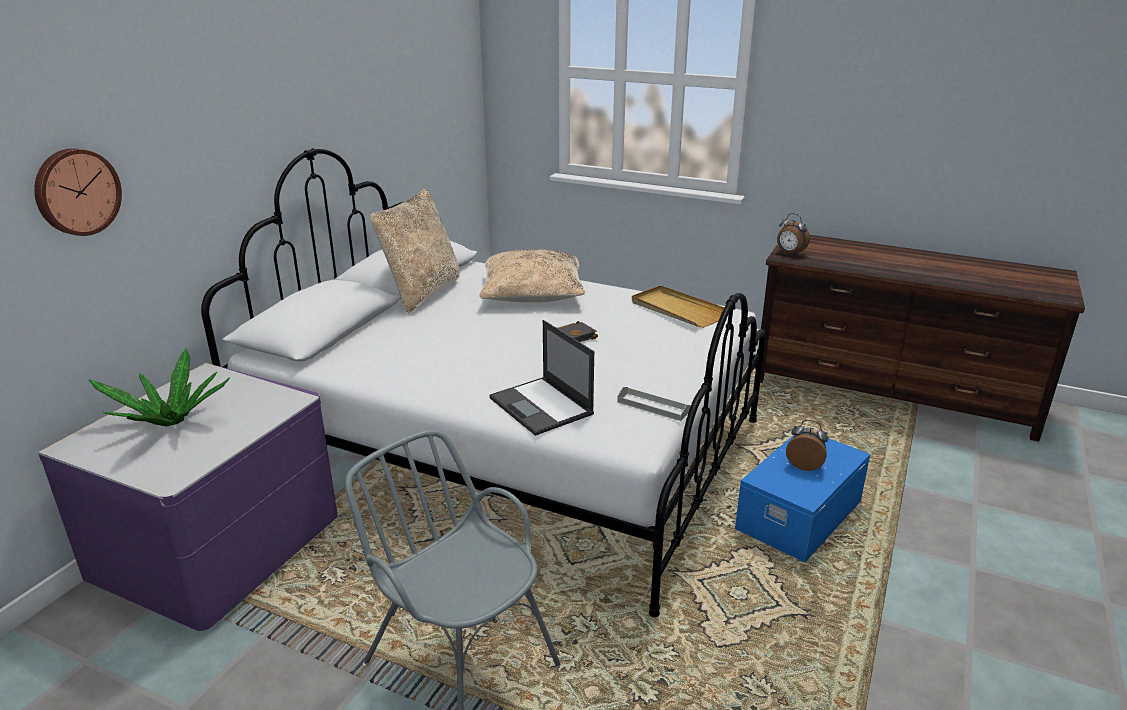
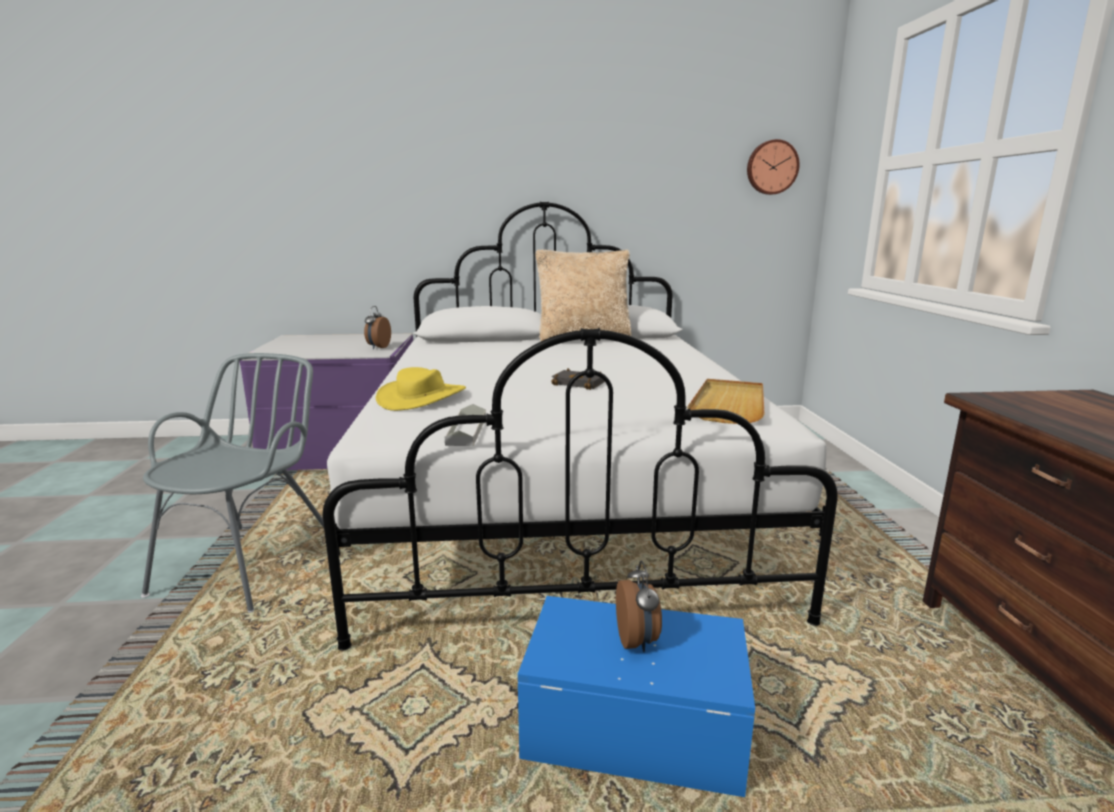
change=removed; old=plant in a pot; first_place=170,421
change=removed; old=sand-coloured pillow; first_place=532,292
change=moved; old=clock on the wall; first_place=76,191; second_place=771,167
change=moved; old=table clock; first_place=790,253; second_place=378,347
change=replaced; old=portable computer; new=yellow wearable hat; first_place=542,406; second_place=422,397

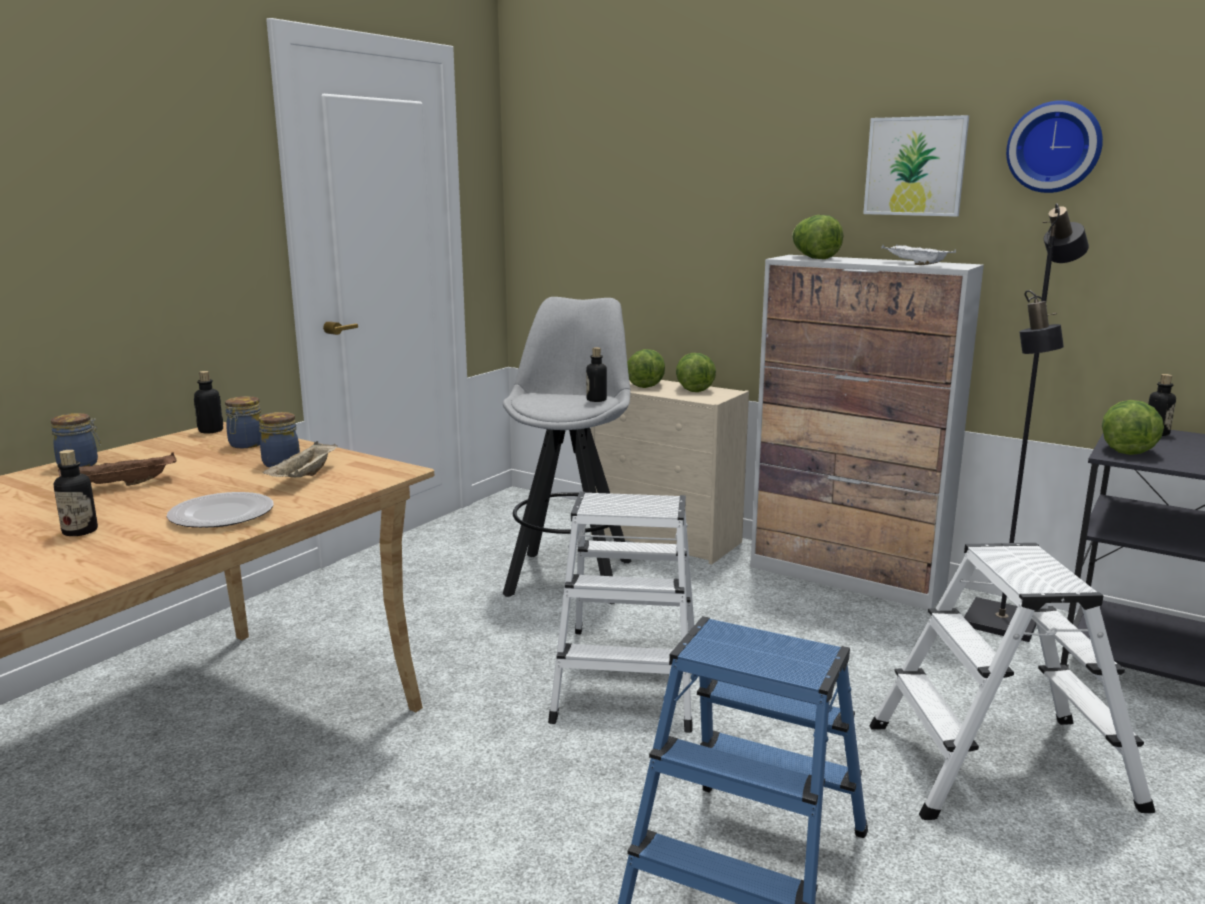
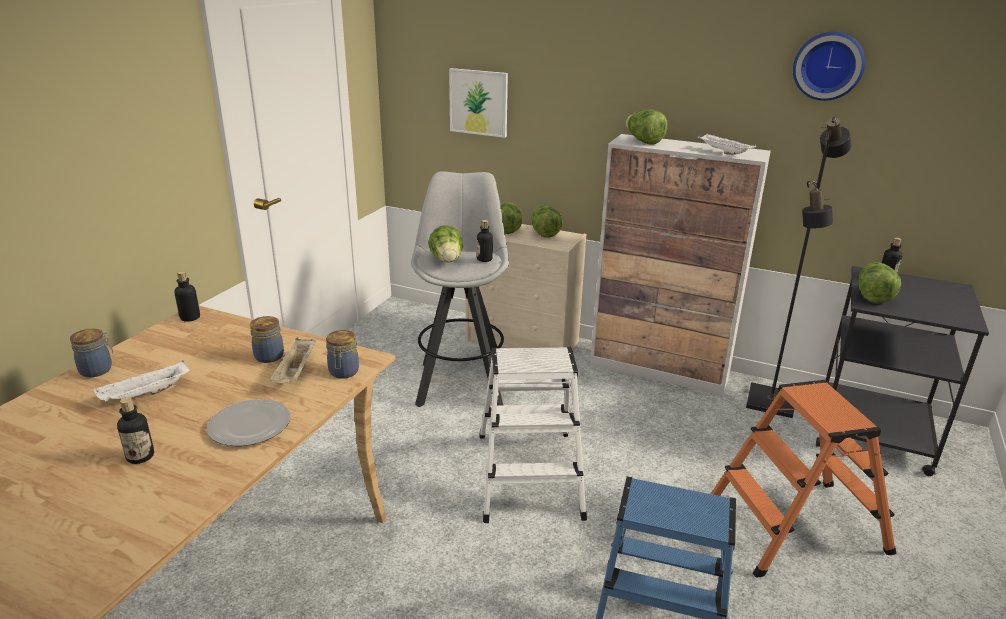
change=added; new=lettuce head; second_place=447,261
change=moved; old=storage jar; first_place=245,445; second_place=343,372
change=moved; old=wall picture; first_place=915,166; second_place=478,102
change=recoloured; old=brown serving tray; new=white serving tray; first_place=120,485; second_place=146,394
change=recoloured; old=white step stool; new=orangey step stool; first_place=1002,766; second_place=796,526

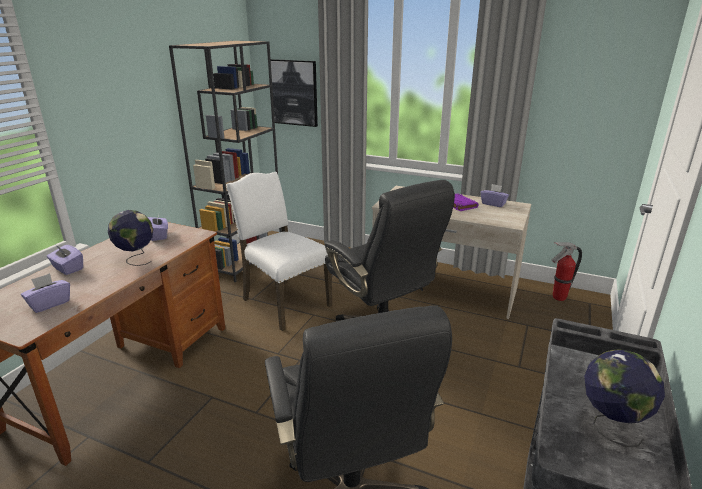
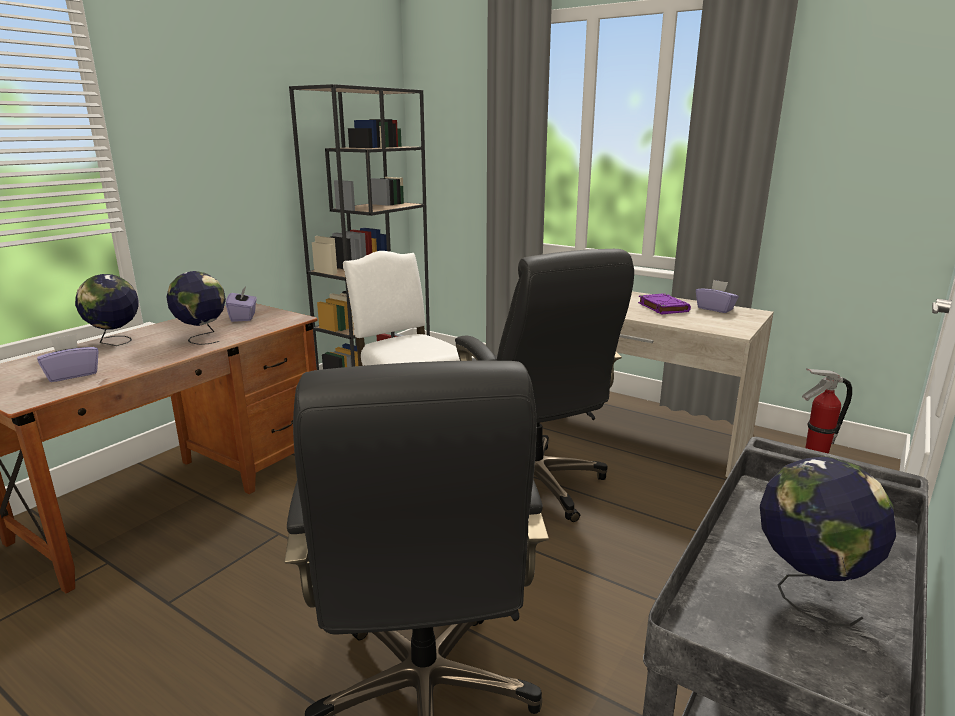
change=removed; old=wall picture; first_place=294,92
change=replaced; old=purplish tissue box; new=desk globe; first_place=67,268; second_place=115,342

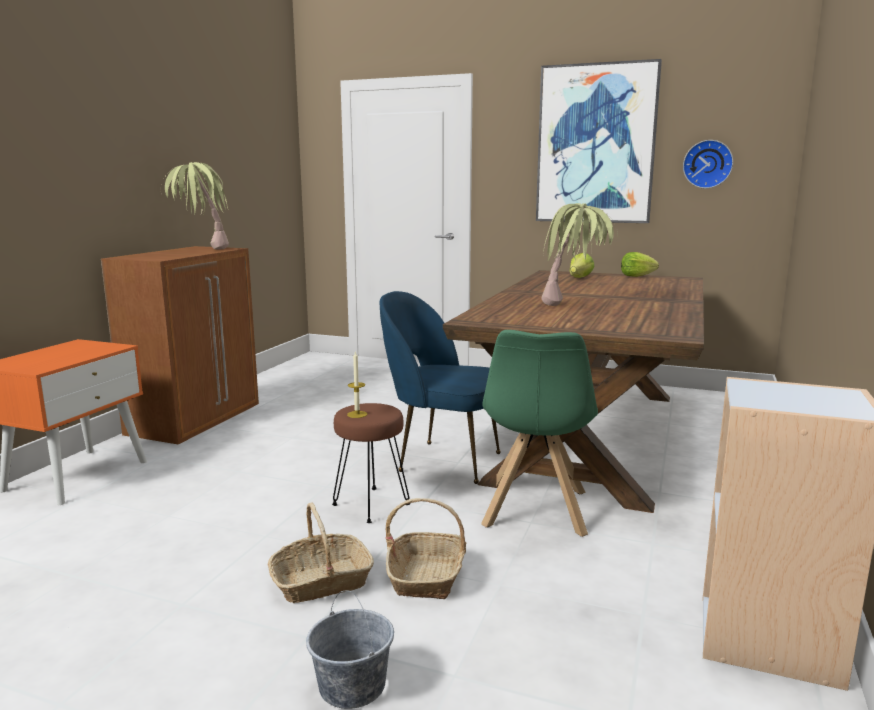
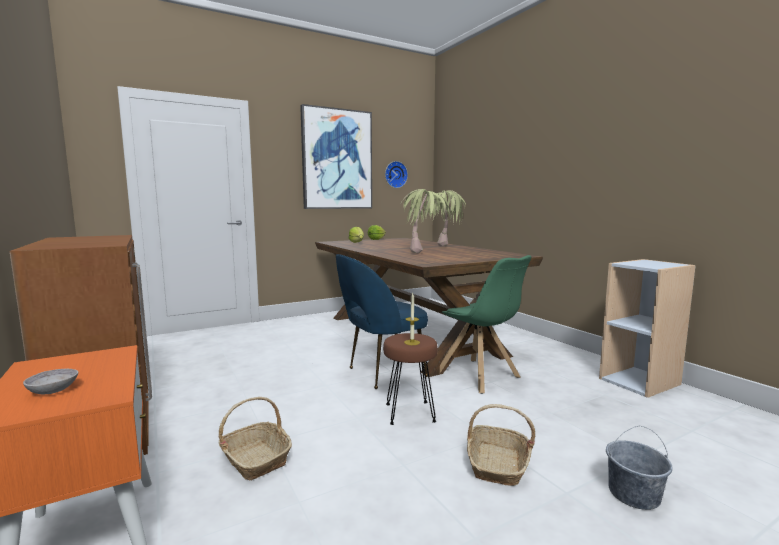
change=added; new=grey bowl; second_place=53,391
change=moved; old=plant in a pot; first_place=201,251; second_place=444,247
change=moved; old=household basket; first_place=427,575; second_place=255,459

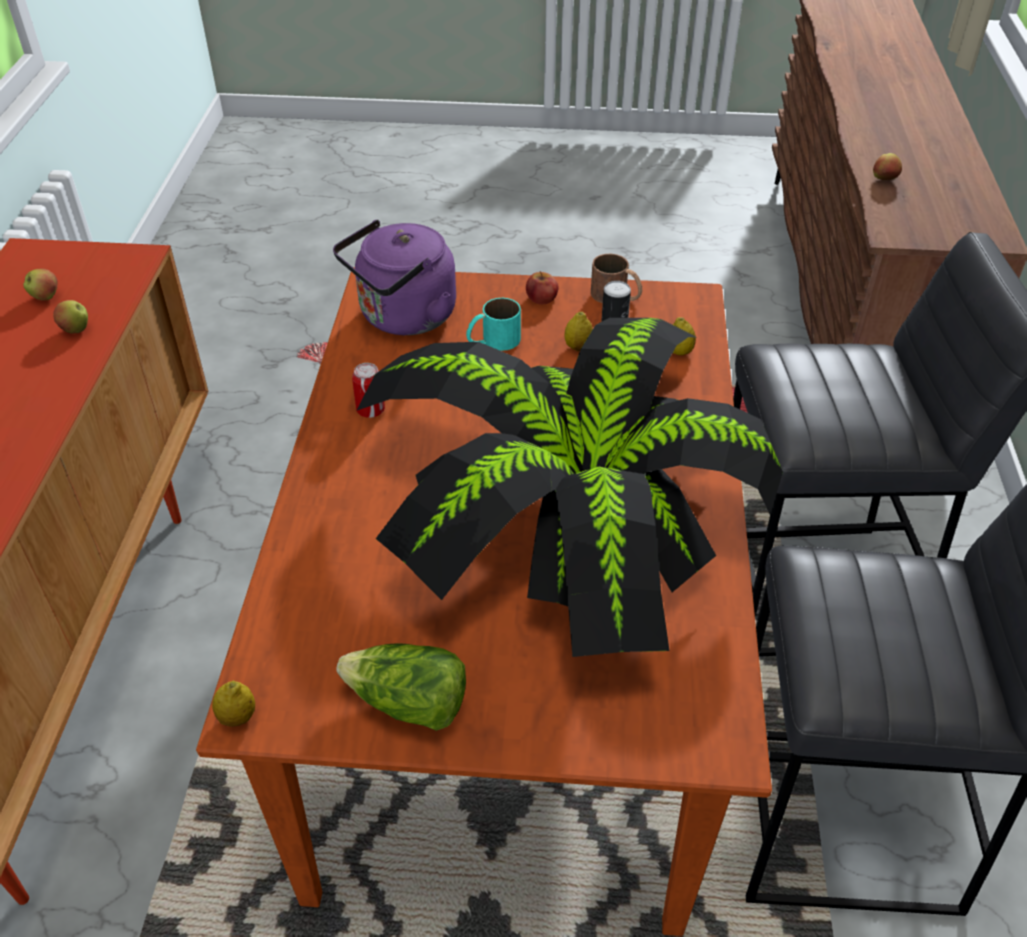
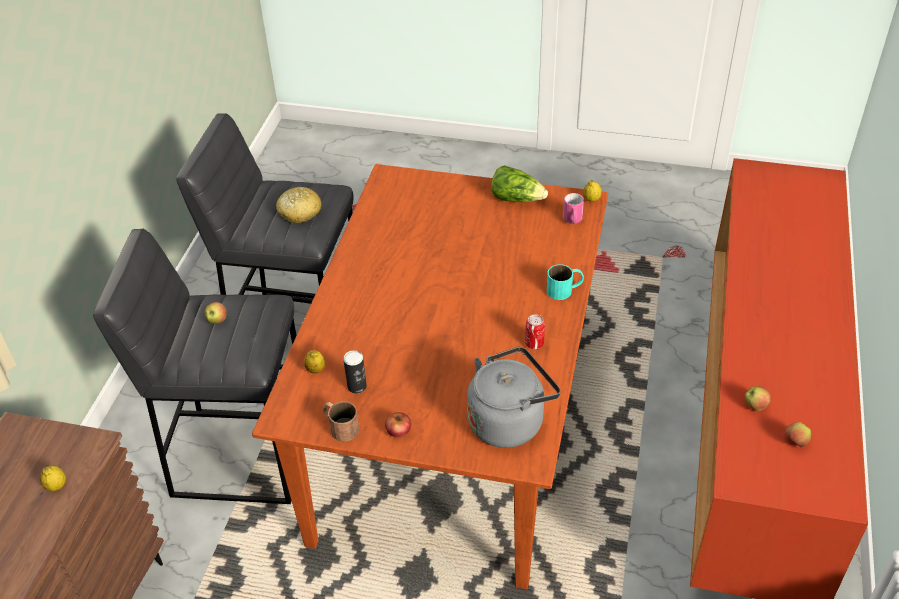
change=removed; old=plant in a pot; first_place=571,506
change=added; new=bakery bread; second_place=299,212
change=added; new=pink mug; second_place=573,221
change=moved; old=turquoise mug; first_place=493,341; second_place=565,289
change=moved; old=lemon; first_place=578,347; second_place=57,486
change=moved; old=apple fruit; first_place=884,180; second_place=217,321
change=recoloured; old=purplish kettle; new=grey kettle; first_place=403,318; second_place=509,420

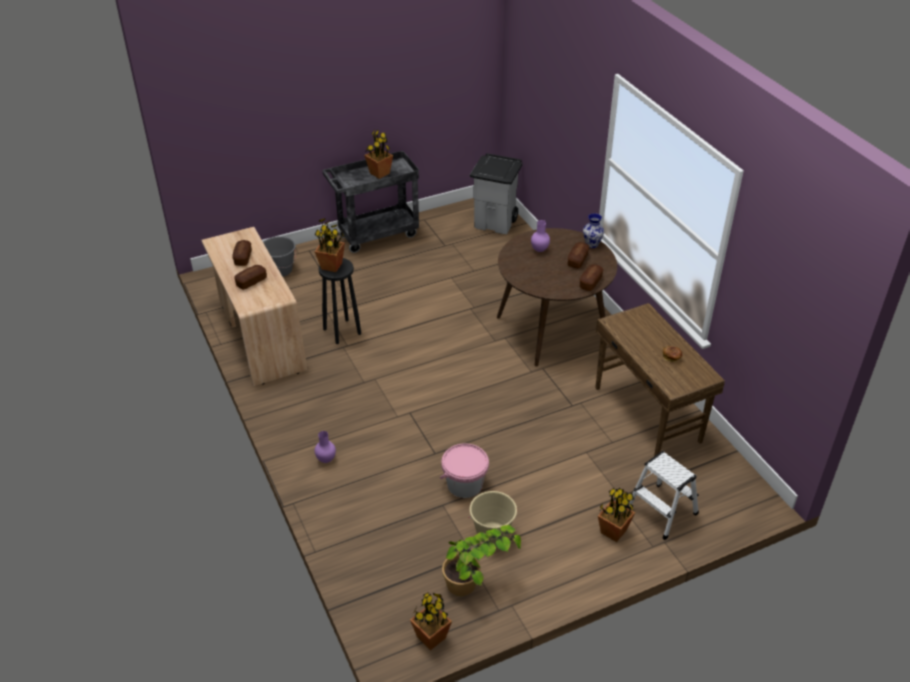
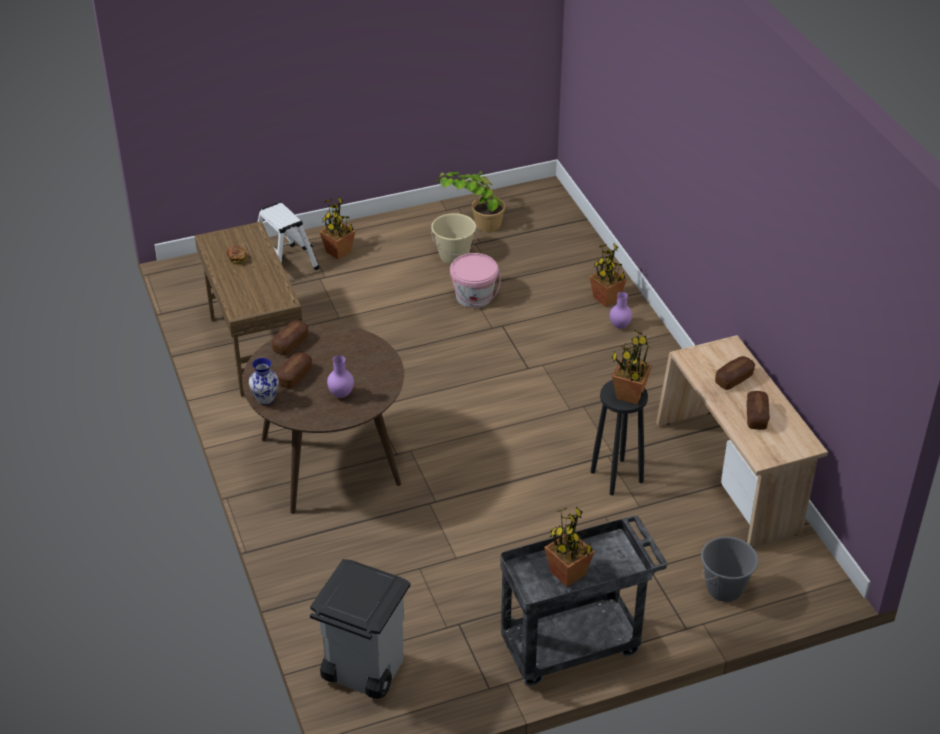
change=moved; old=plant in a pot; first_place=431,637; second_place=606,299

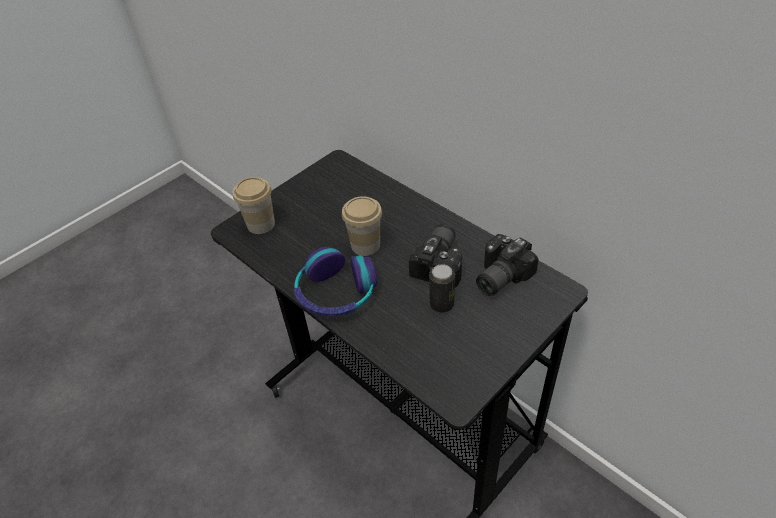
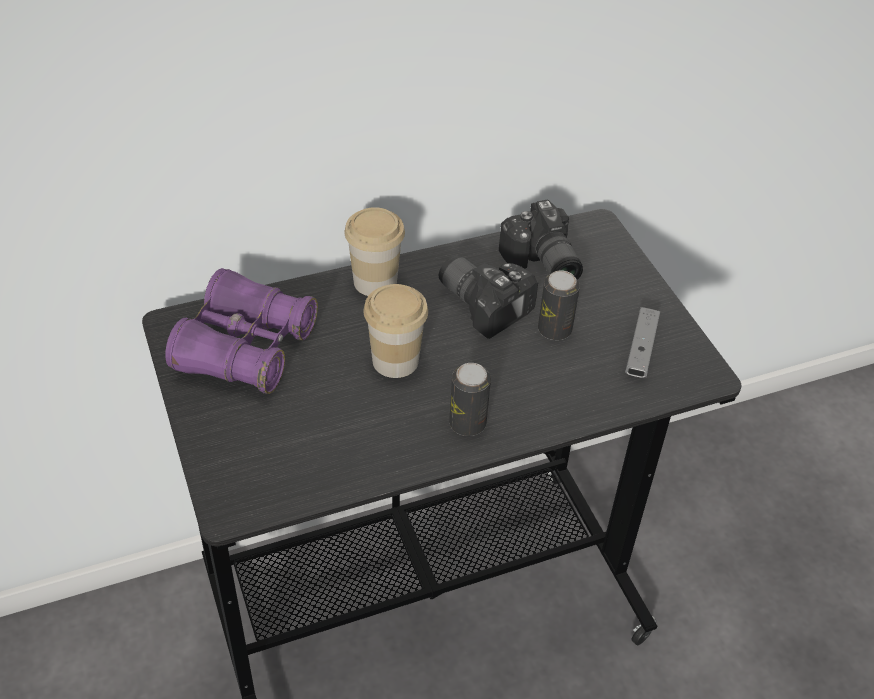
change=added; new=purplish binoculars; second_place=245,349
change=added; new=grey joypad; second_place=641,350
change=moved; old=drinking cup; first_place=261,224; second_place=375,282
change=replaced; old=headset; new=can; first_place=336,293; second_place=467,423

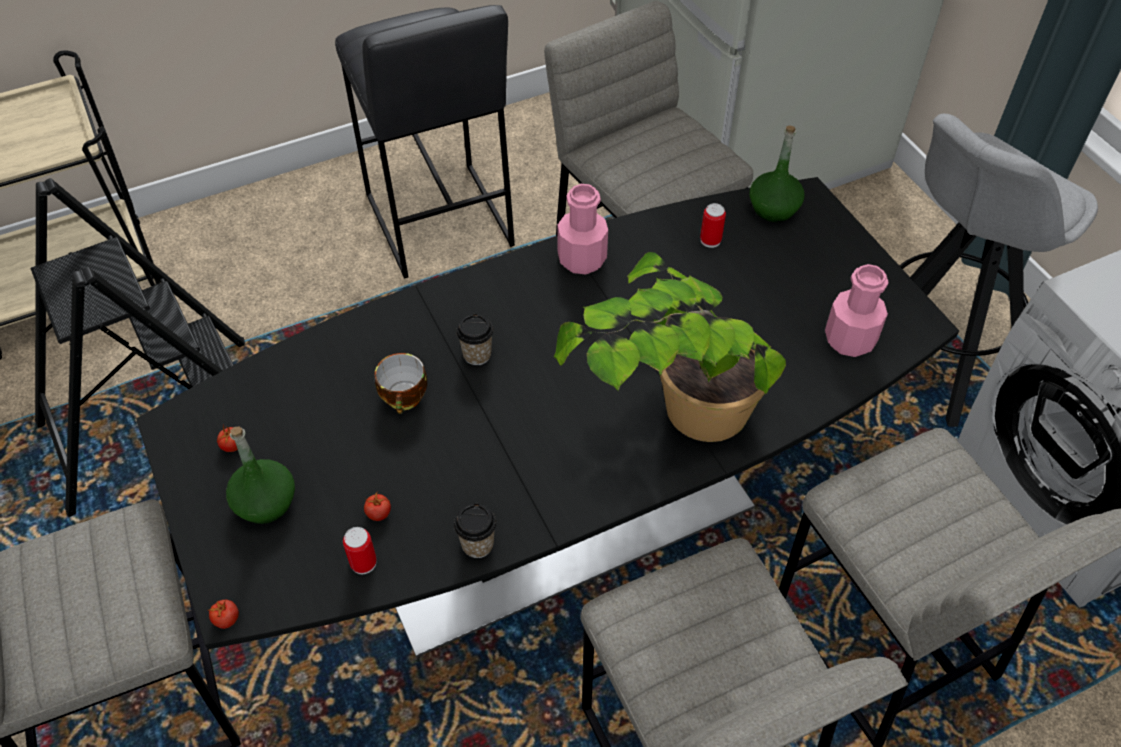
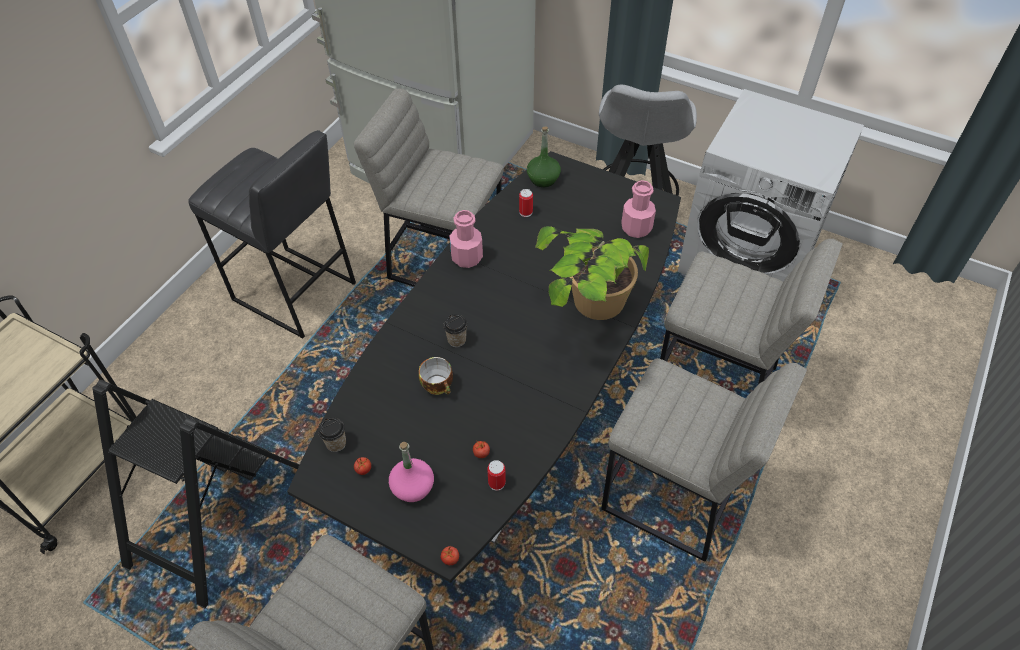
change=moved; old=drinking cup; first_place=477,544; second_place=336,443
change=recoloured; old=green bottle; new=pink bottle; first_place=265,502; second_place=412,487

